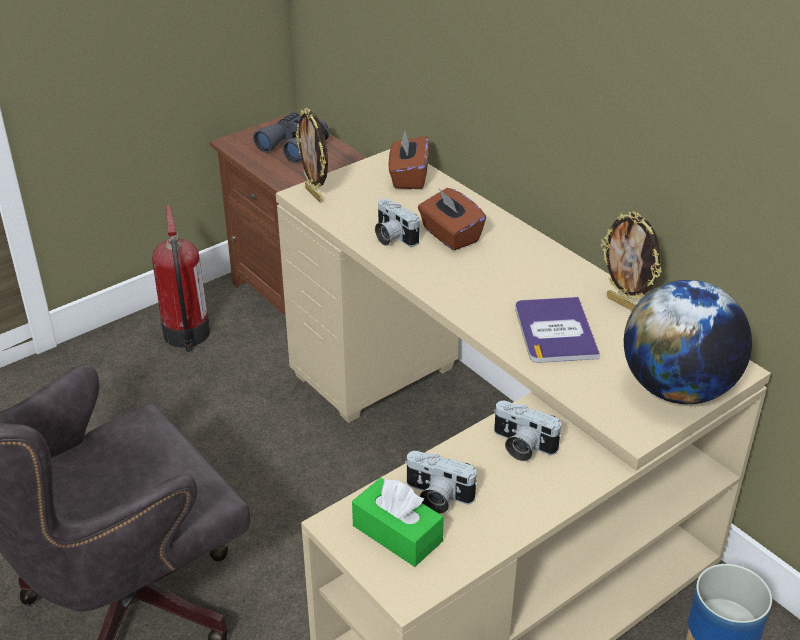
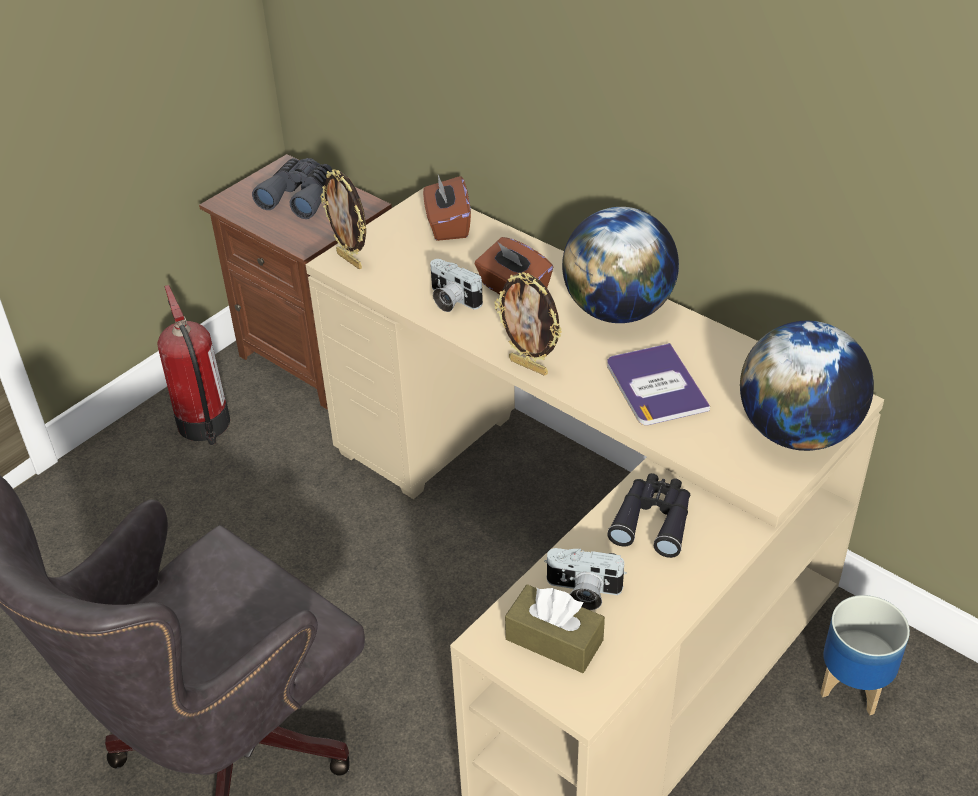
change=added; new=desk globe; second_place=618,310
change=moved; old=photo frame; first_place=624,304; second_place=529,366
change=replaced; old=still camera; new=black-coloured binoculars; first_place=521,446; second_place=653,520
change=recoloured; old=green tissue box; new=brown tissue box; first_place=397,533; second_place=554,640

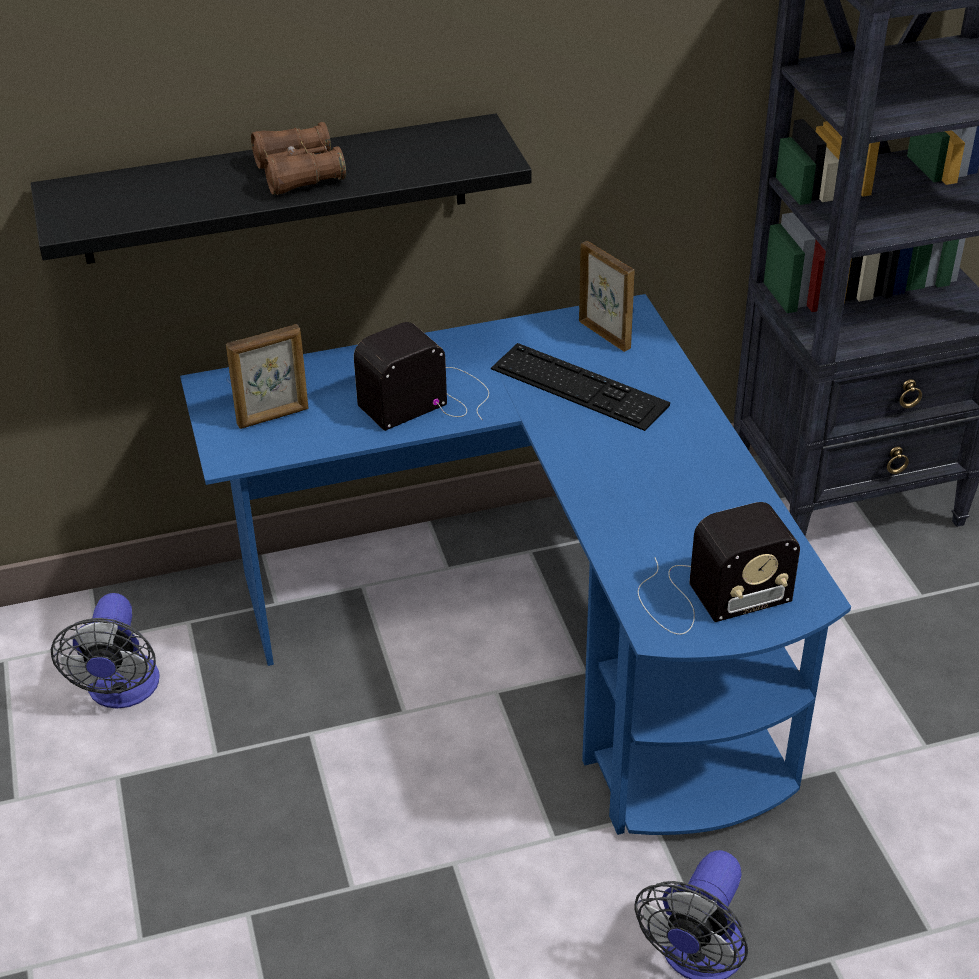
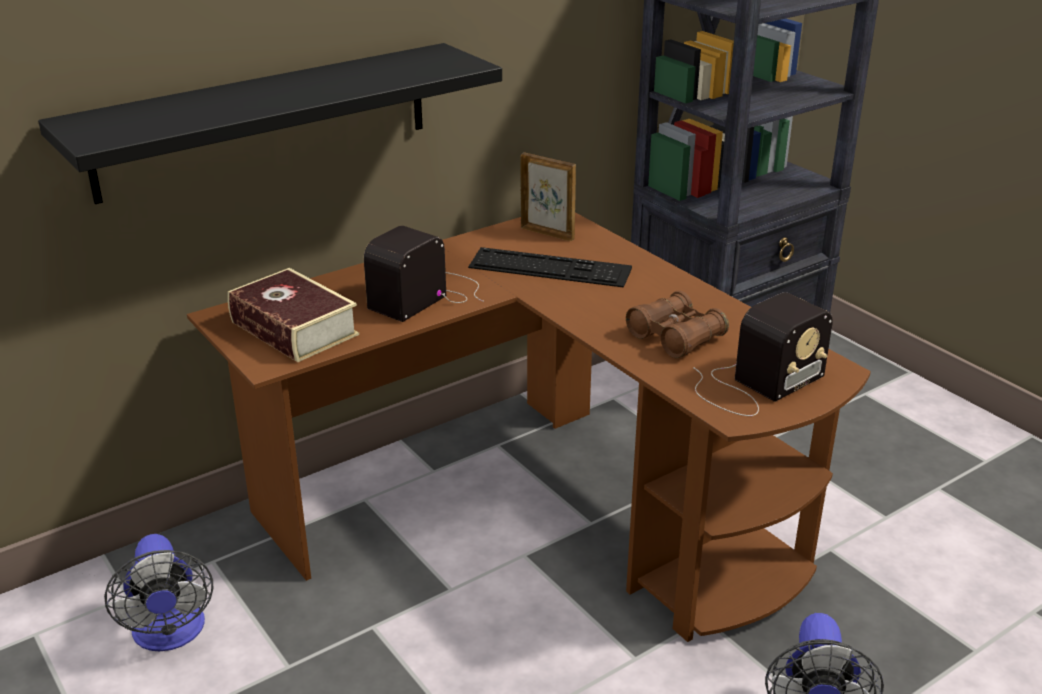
change=moved; old=brown binoculars; first_place=299,173; second_place=675,337
change=replaced; old=photo frame; new=book; first_place=273,417; second_place=294,328
change=recoloured; old=blue desk table; new=brown desk table; first_place=536,633; second_place=535,503

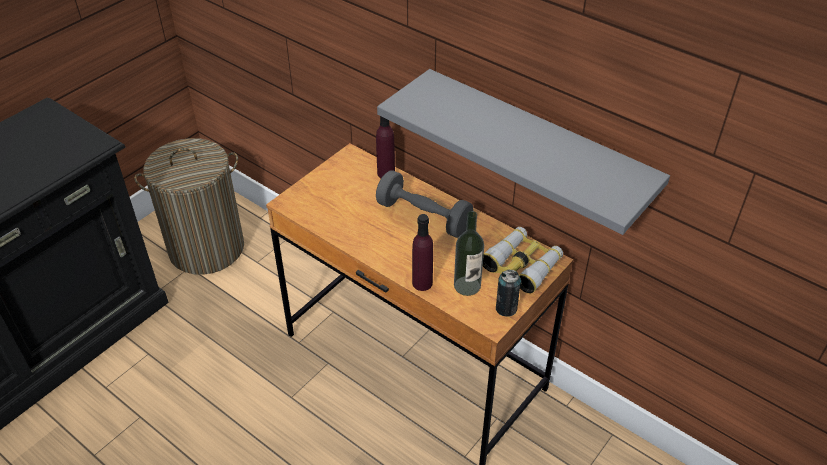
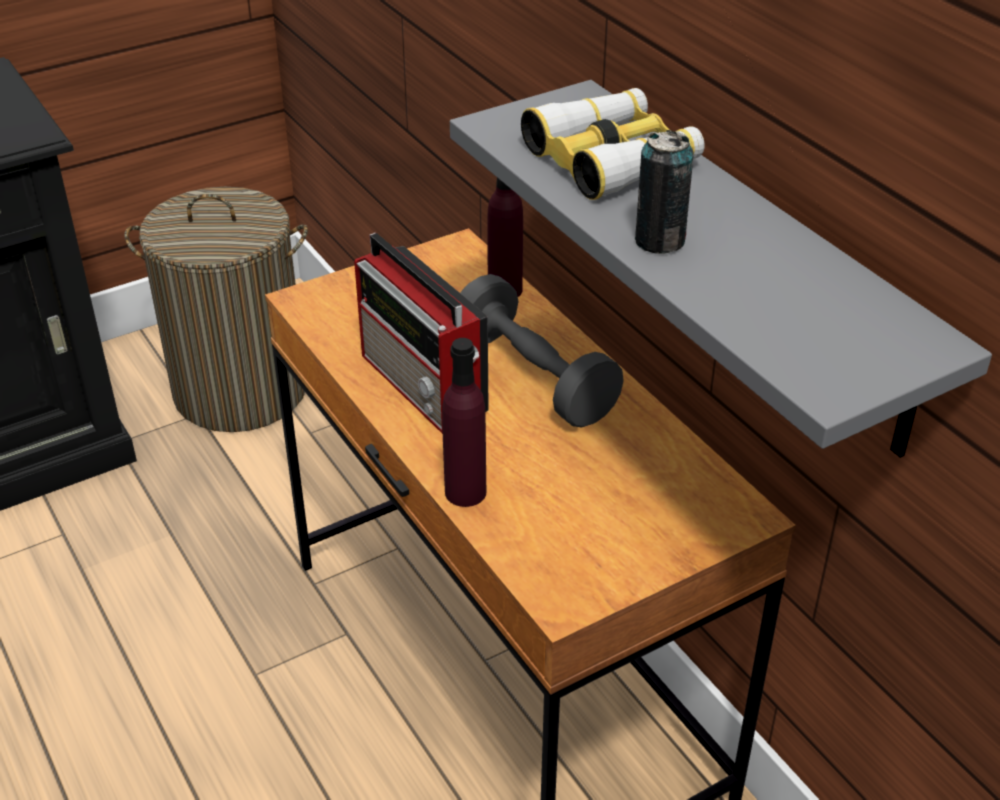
change=removed; old=bottle; first_place=467,286
change=added; new=radio set; second_place=424,387
change=moved; old=binoculars; first_place=522,265; second_place=612,159
change=moved; old=can; first_place=506,308; second_place=659,241

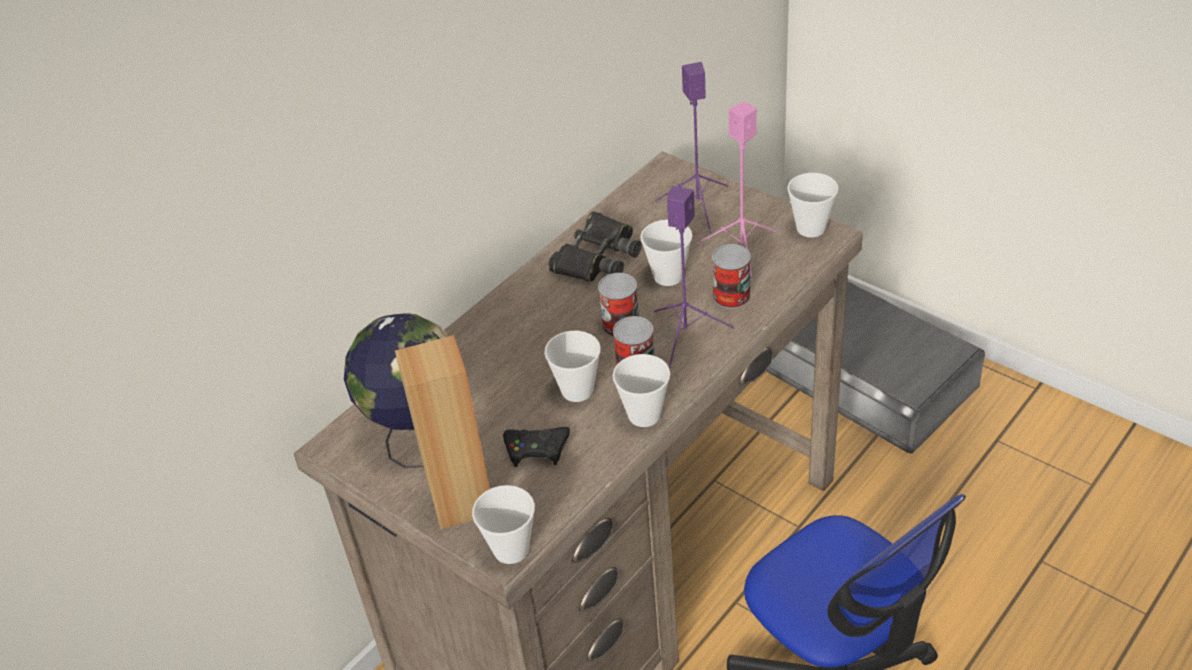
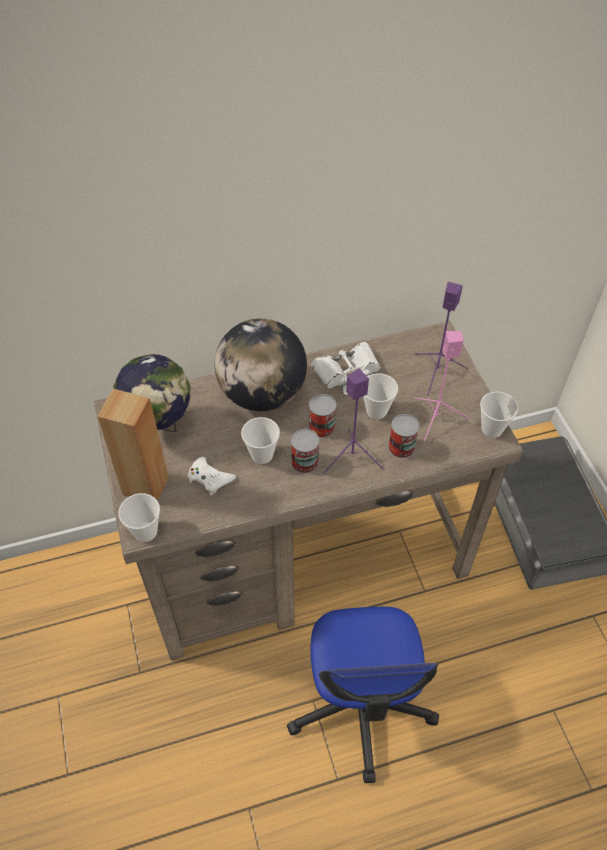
change=removed; old=drinking cup; first_place=644,415
change=added; new=desk globe; second_place=262,394
change=recoloured; old=black-coloured joypad; new=white joypad; first_place=536,449; second_place=209,478
change=recoloured; old=black-coloured binoculars; new=white binoculars; first_place=597,257; second_place=348,373

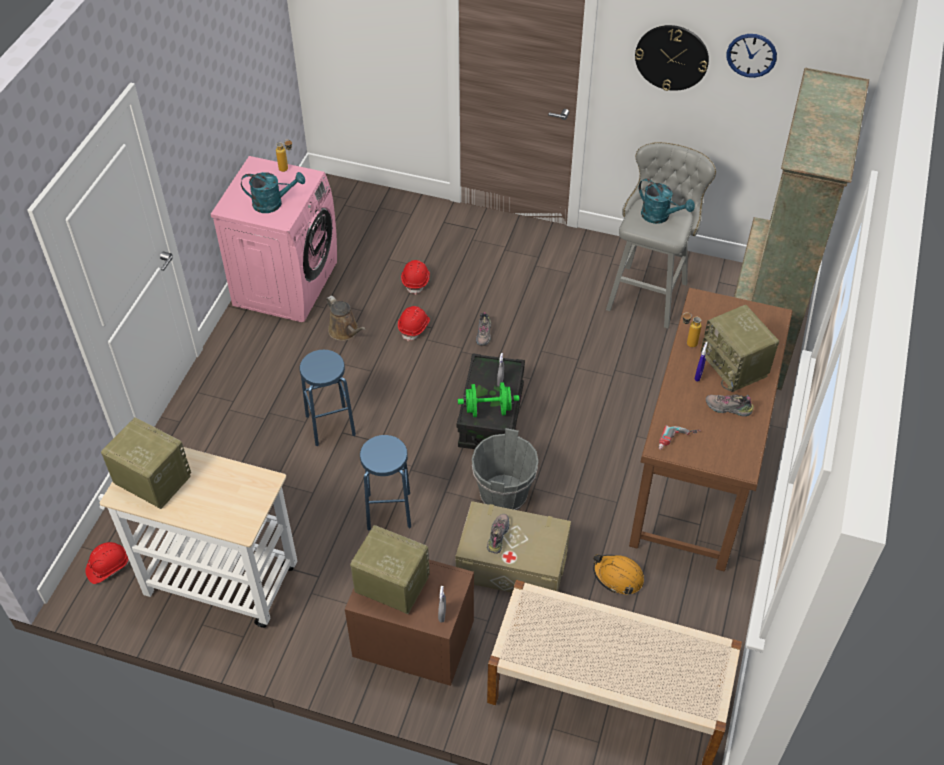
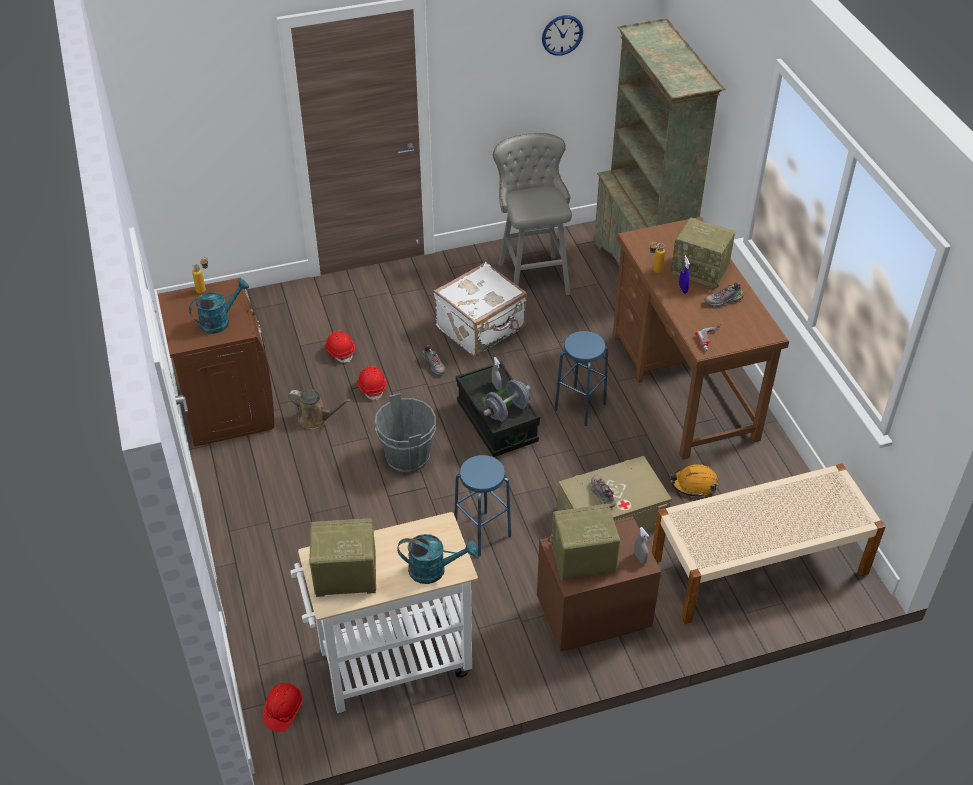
change=removed; old=clock on the wall; first_place=671,57
change=added; new=white suitcase; second_place=482,328
change=moved; old=blue sitting stool; first_place=330,425; second_place=580,407
change=moved; old=grey bucket; first_place=504,495; second_place=408,457
change=moved; old=turquoise sprinkling can; first_place=660,216; second_place=434,570
change=recoloured; old=pink washing machine; new=brown washing machine; first_place=286,285; second_place=228,407
change=recoloured; old=green dumbbell; new=grey dumbbell; first_place=488,410; second_place=506,411

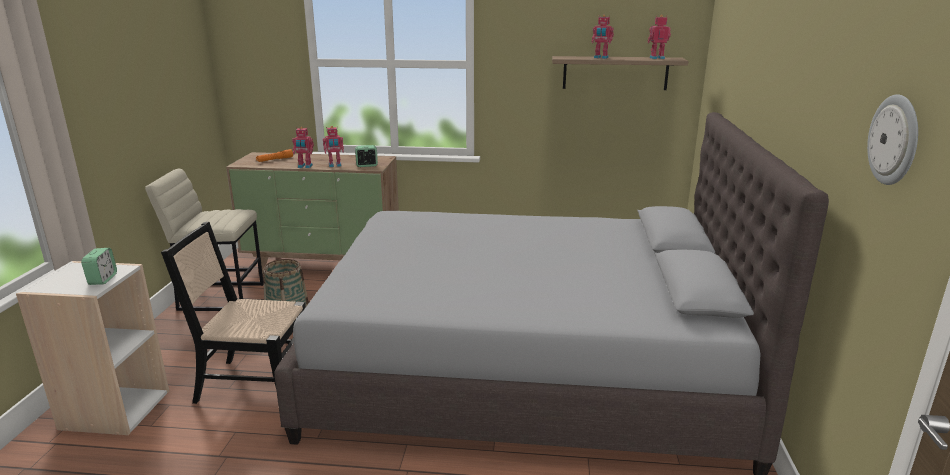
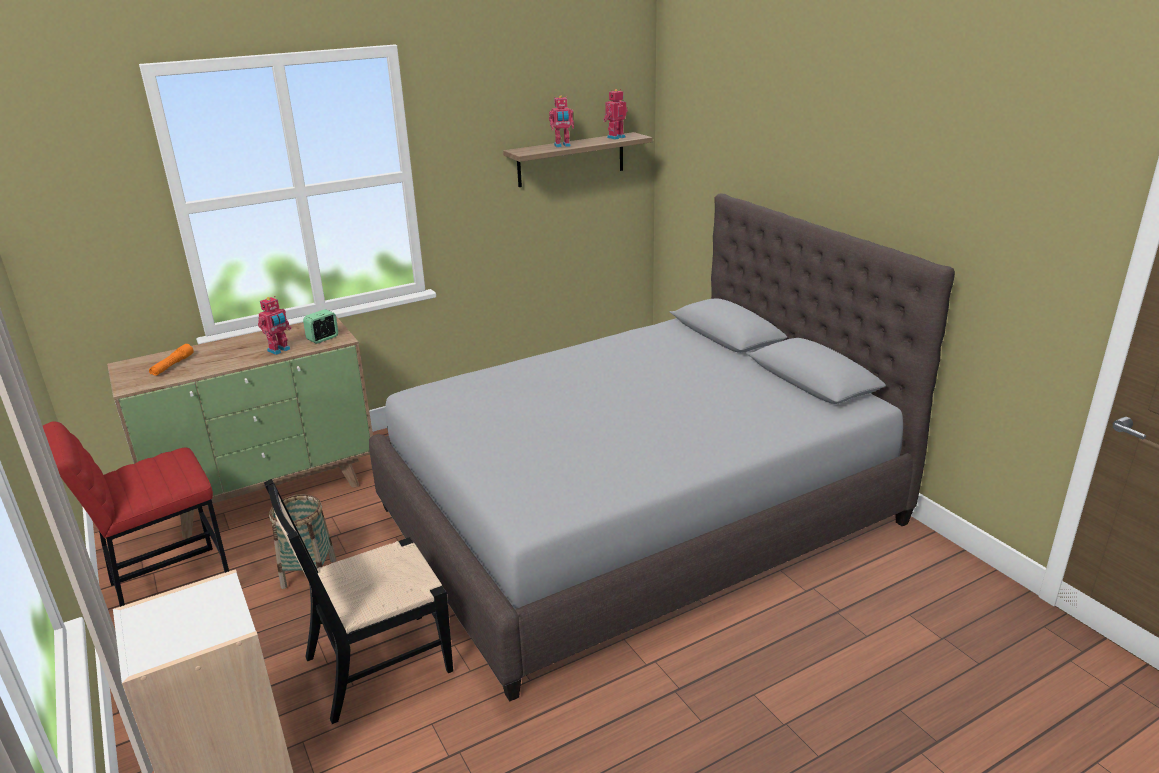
change=removed; old=table clock; first_place=102,279
change=removed; old=model robot; first_place=305,166
change=removed; old=clock on the wall; first_place=894,140
change=recoloured; old=sand-coloured plain chair; new=reddish plain chair; first_place=219,297; second_place=168,589

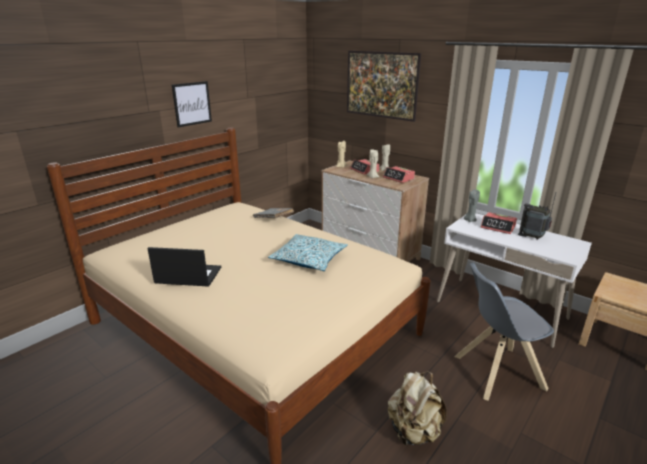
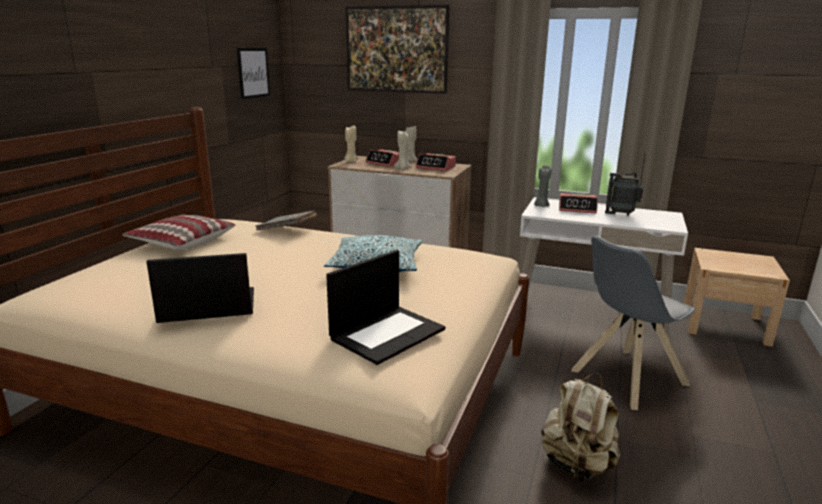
change=added; new=pillow; second_place=181,242
change=added; new=portable computer; second_place=387,333
change=moved; old=wall picture; first_place=192,103; second_place=253,73

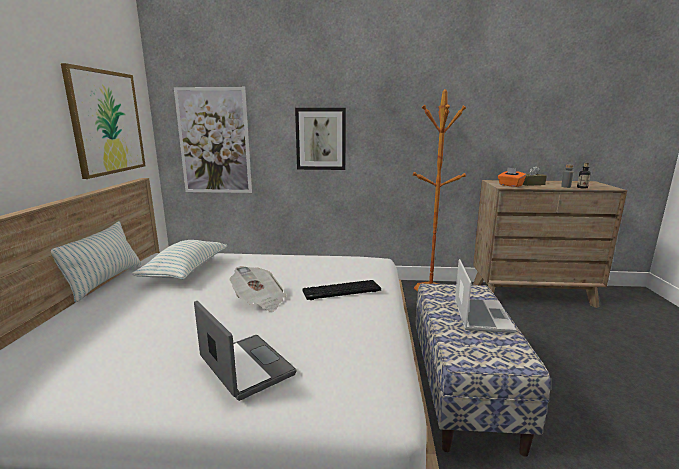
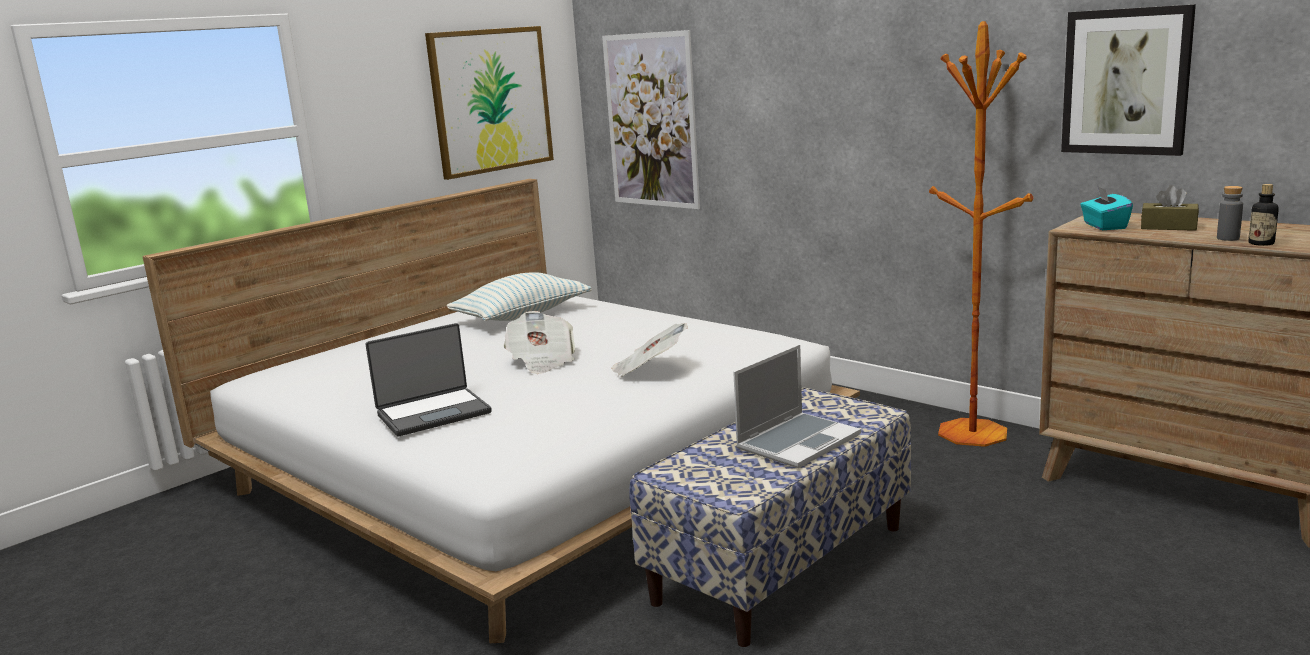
change=removed; old=pillow; first_place=105,281
change=moved; old=wall picture; first_place=321,139; second_place=1126,82
change=replaced; old=keyboard; new=printed paper; first_place=341,291; second_place=649,370
change=recoloured; old=orangey tissue box; new=turquoise tissue box; first_place=510,185; second_place=1104,226
change=turned; old=portable computer; first_place=245,367; second_place=433,413; degrees=60

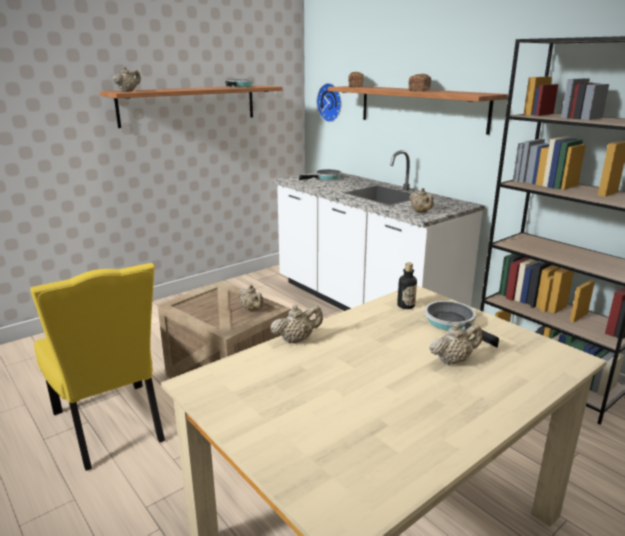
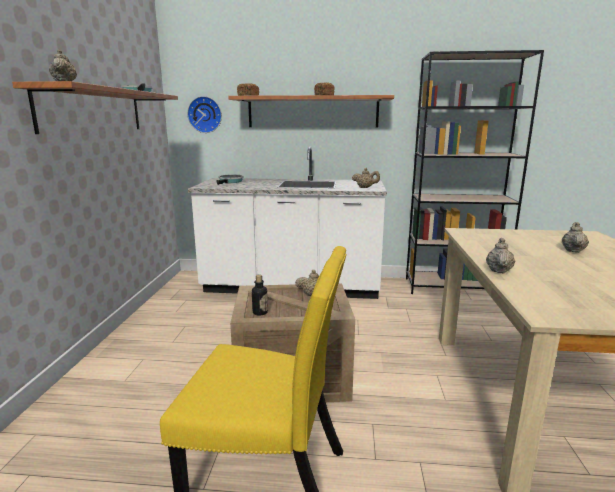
change=removed; old=skillet; first_place=453,323
change=moved; old=bottle; first_place=406,306; second_place=260,312

